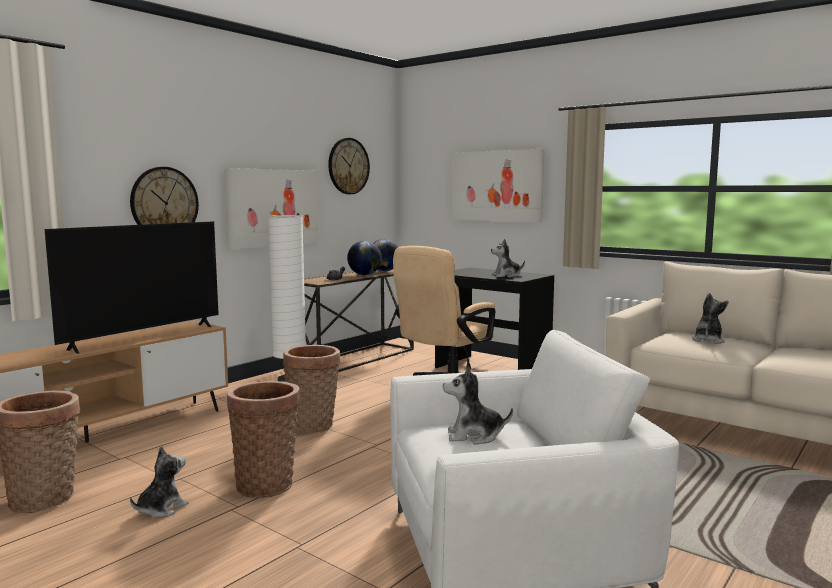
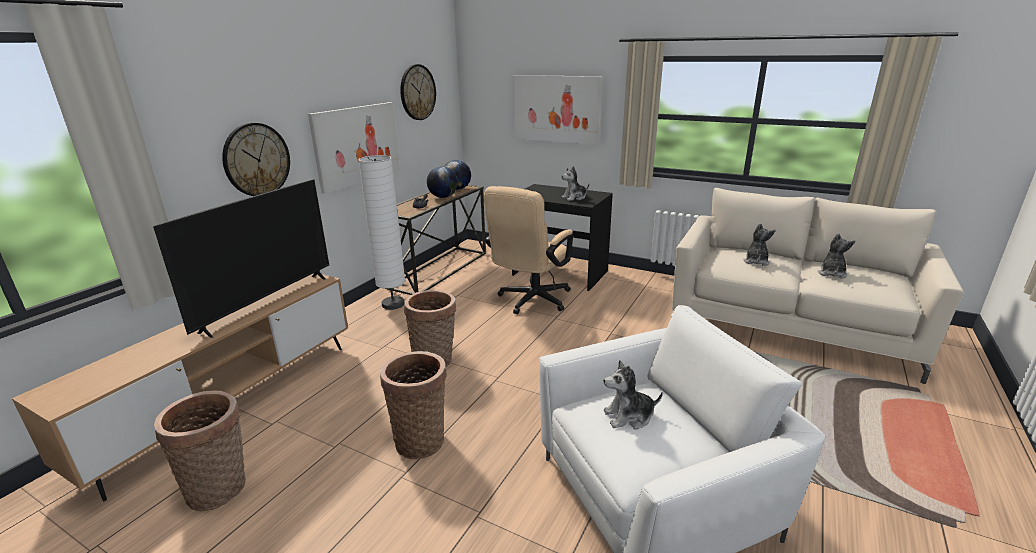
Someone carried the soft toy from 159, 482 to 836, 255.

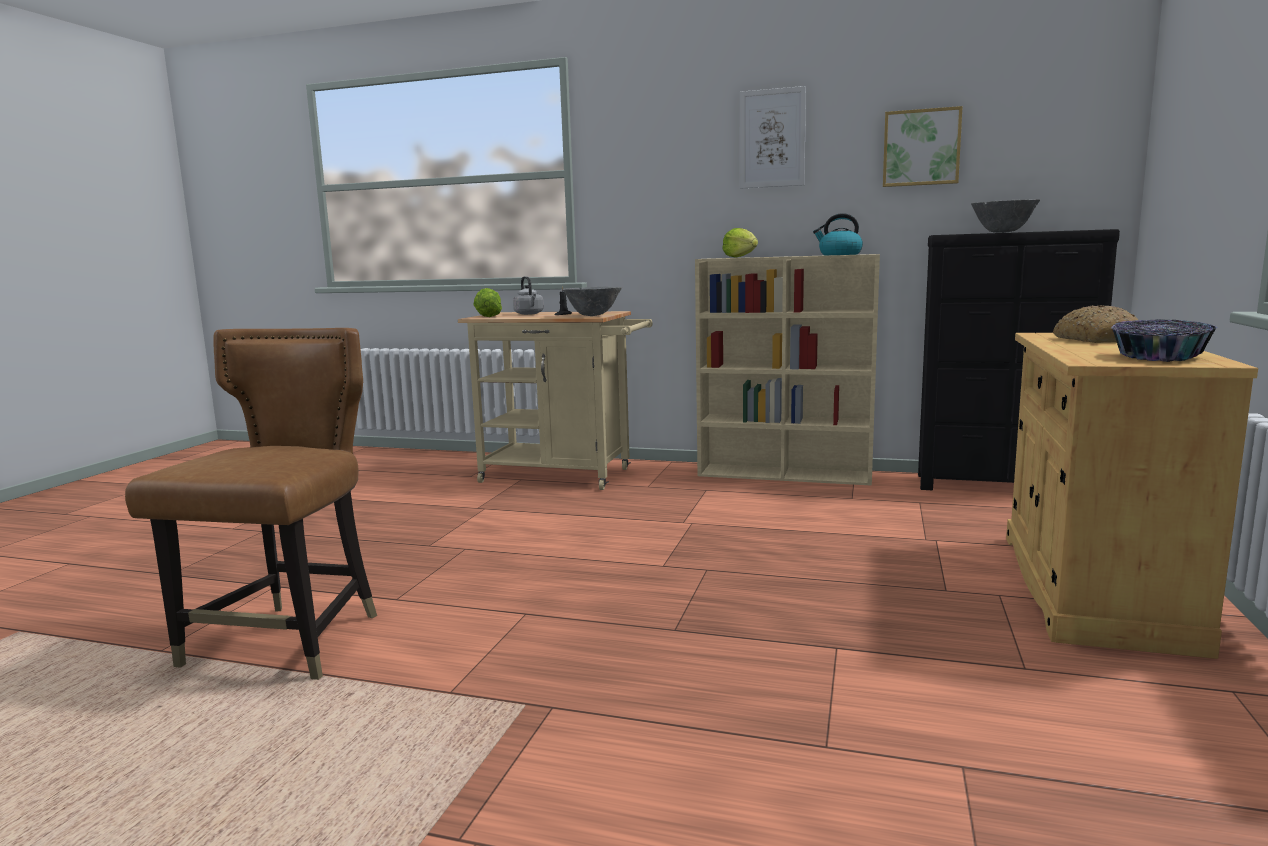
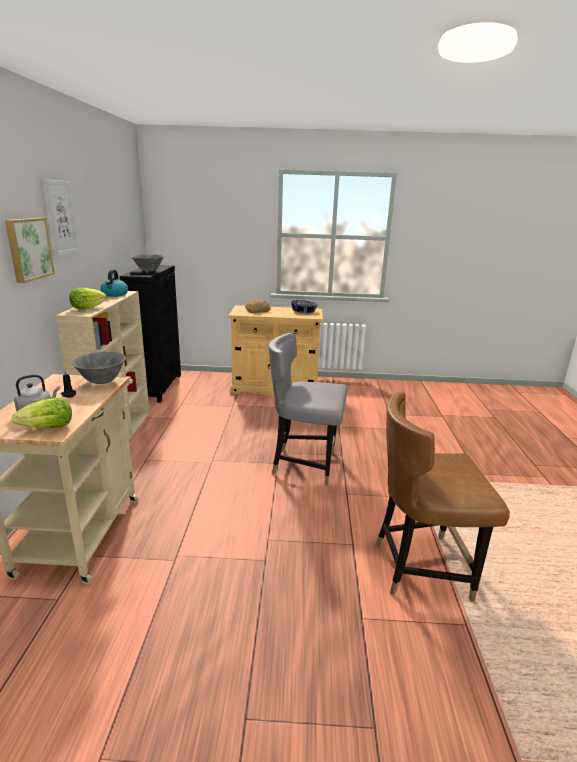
Someone carried the wall picture from 923, 146 to 30, 250. Someone put down the upright chair in greyish at 307, 409.

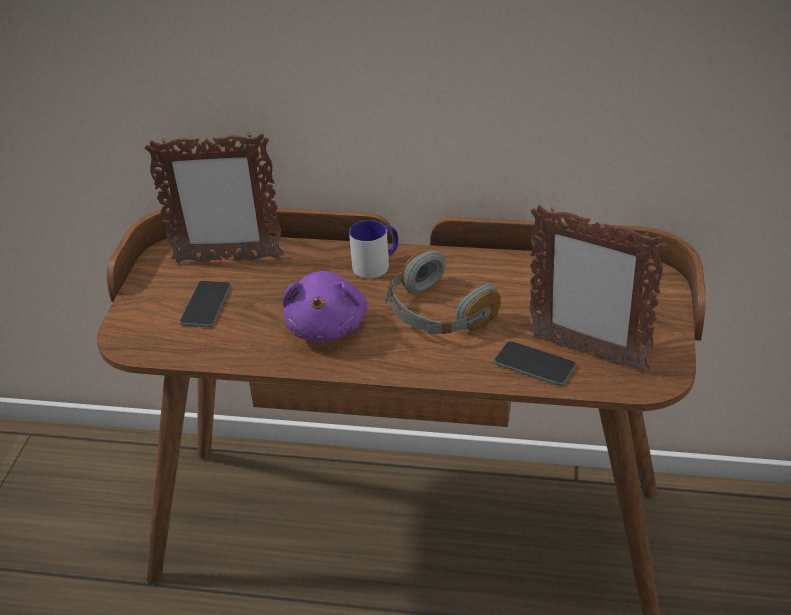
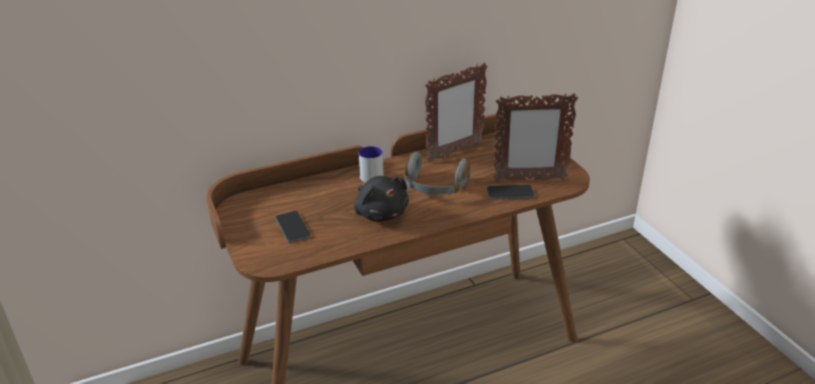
Someone carried the standing frame from 214, 197 to 456, 112. Someone repainted the soft toy in purplish at 325, 306, which became the soft toy in blackish at 381, 199.

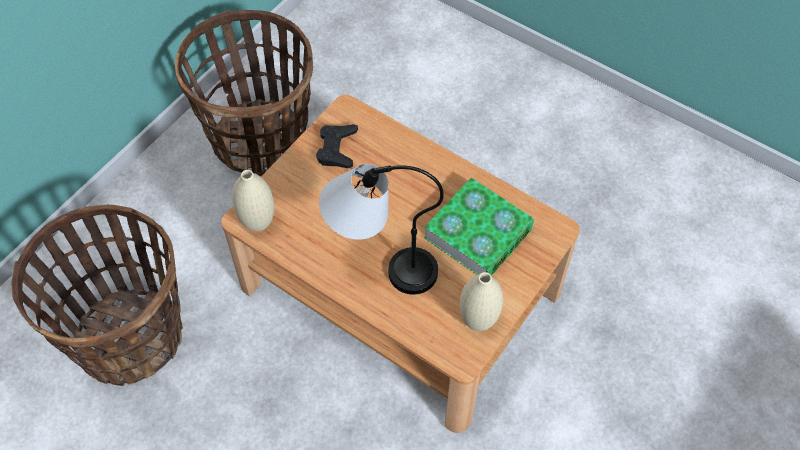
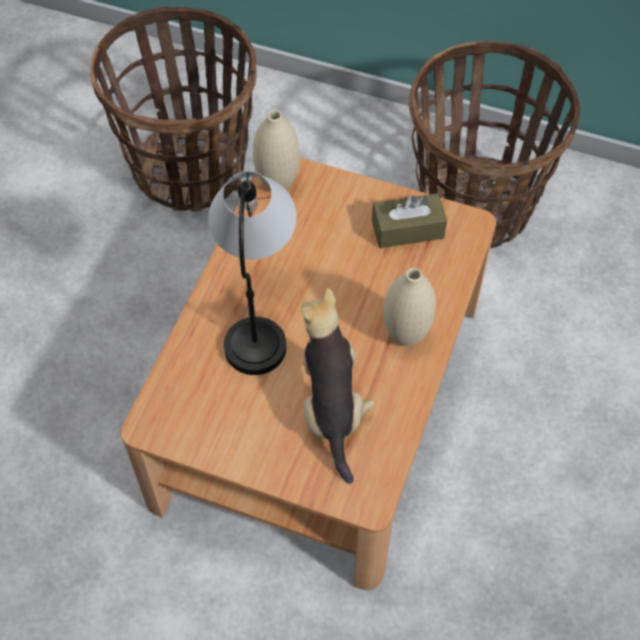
Someone swapped the gamepad in blackish at 337, 146 for the box of tissues in brown at 409, 220. Someone swapped the volume at 479, 227 for the soft toy at 337, 386. Someone carried the vase in sand-coloured from 481, 301 to 410, 307.

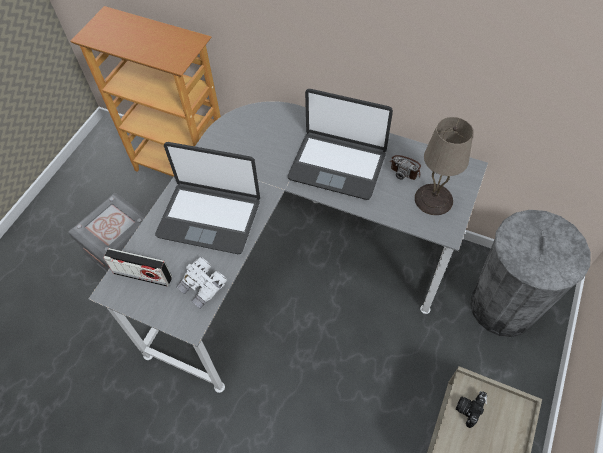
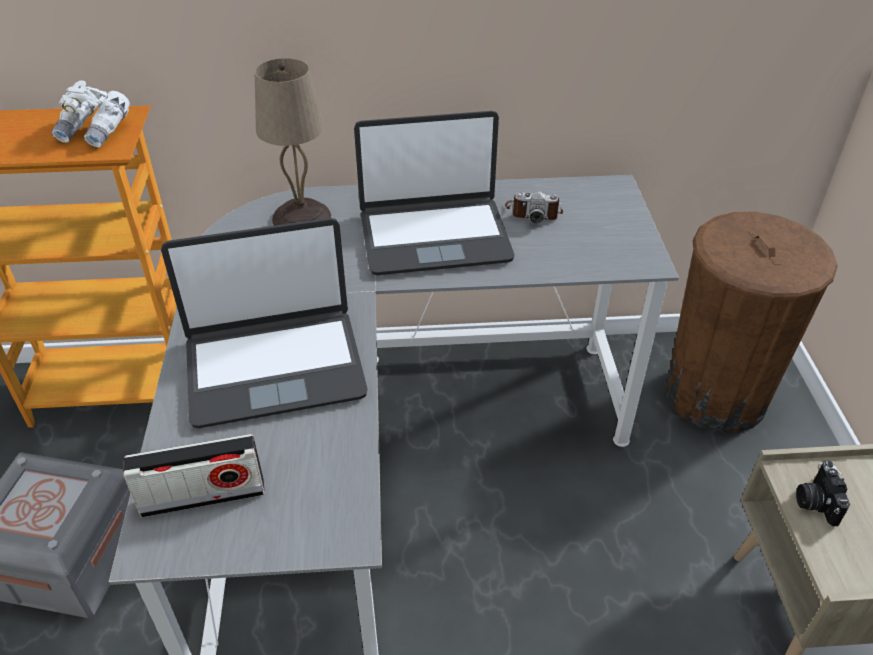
Someone carried the tabletop lamp in sand-coloured from 444, 166 to 293, 142. Someone repainted the rubbish bin in greyish at 530, 273, which became the rubbish bin in brown at 752, 322. Someone carried the pair of binoculars in white-coloured from 201, 283 to 90, 114.

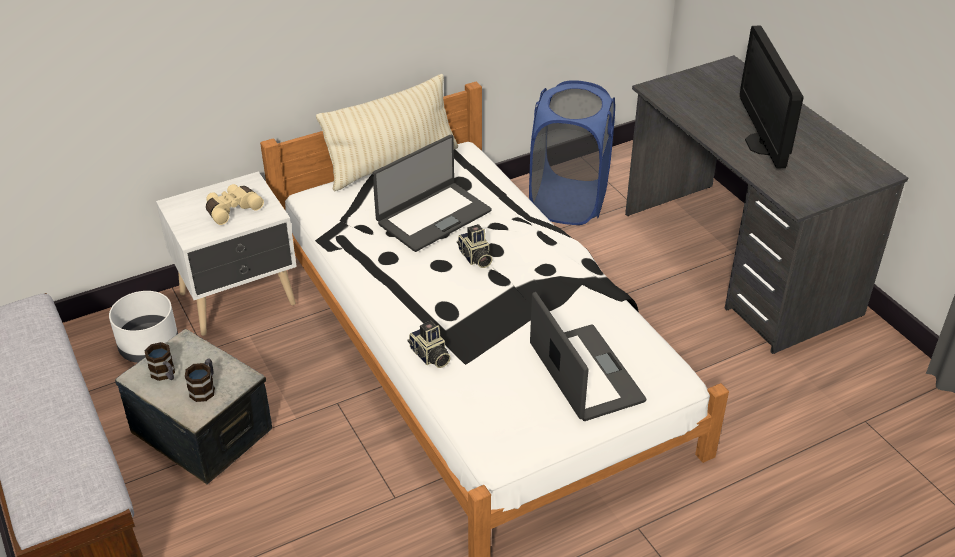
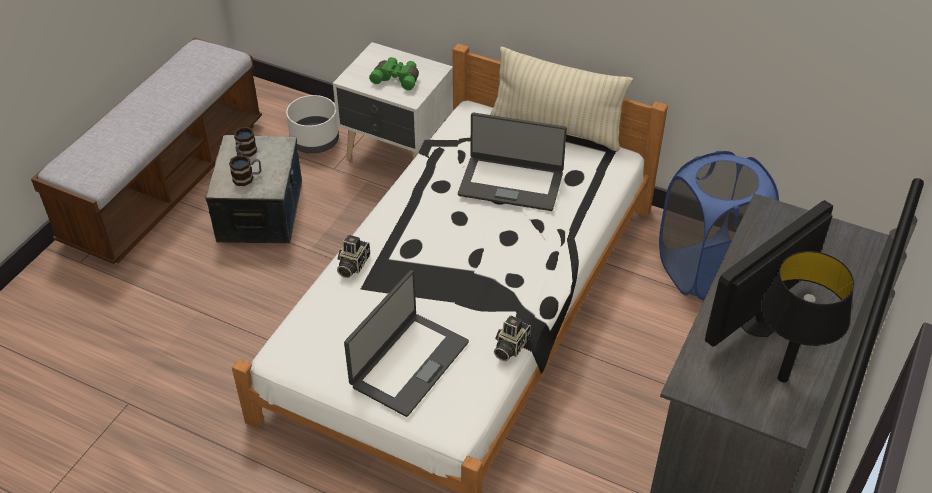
Someone repainted the pair of binoculars in sand-coloured at 235, 204, which became the pair of binoculars in green at 394, 74. Someone carried the photo camera from 475, 246 to 512, 338. Someone put down the tabletop lamp in blackish at 807, 317.

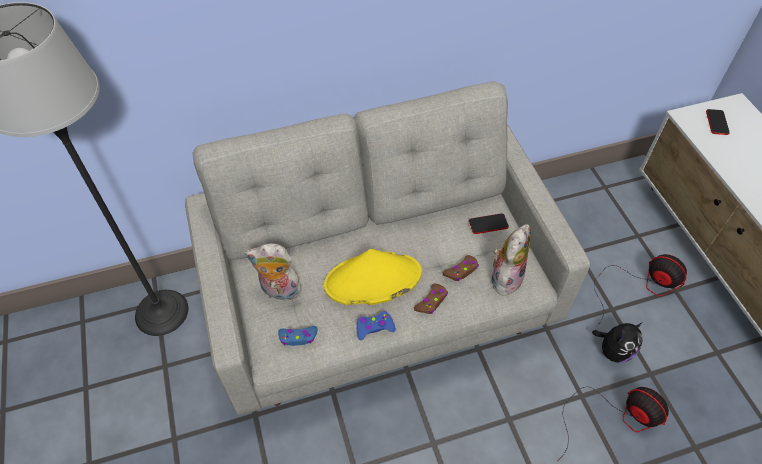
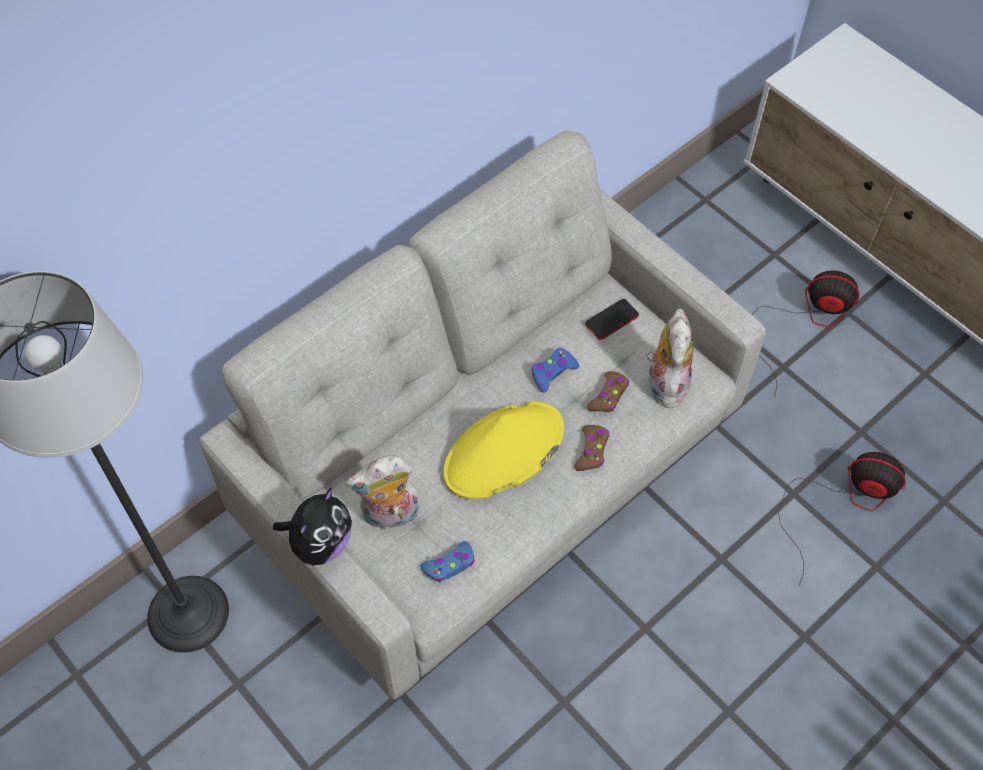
Someone took away the phone at 718, 122. Someone carried the gamepad in bluish from 376, 325 to 555, 370. Someone carried the soft toy from 617, 342 to 312, 526.

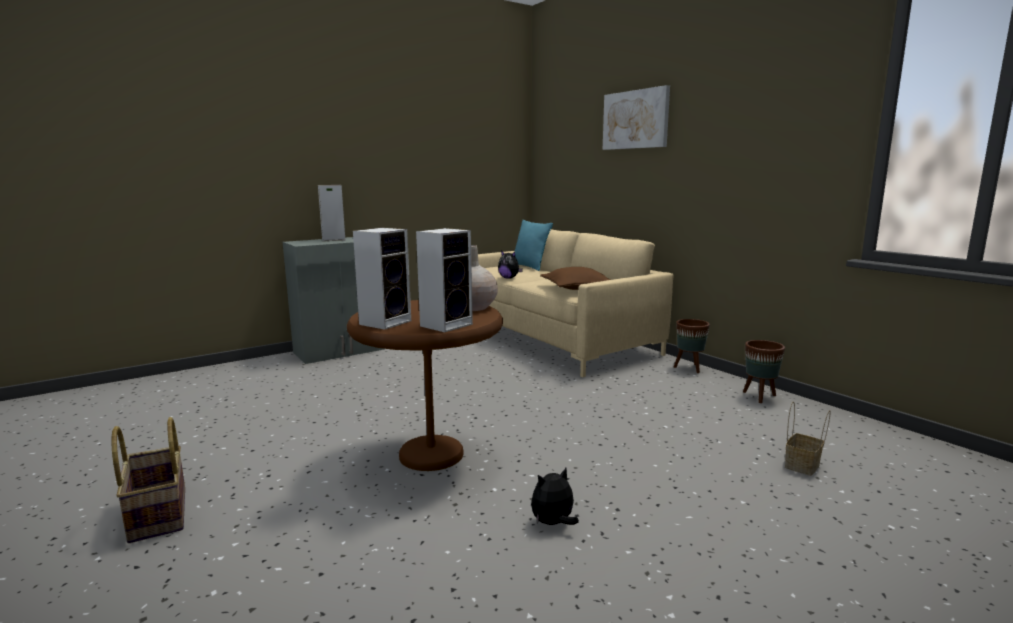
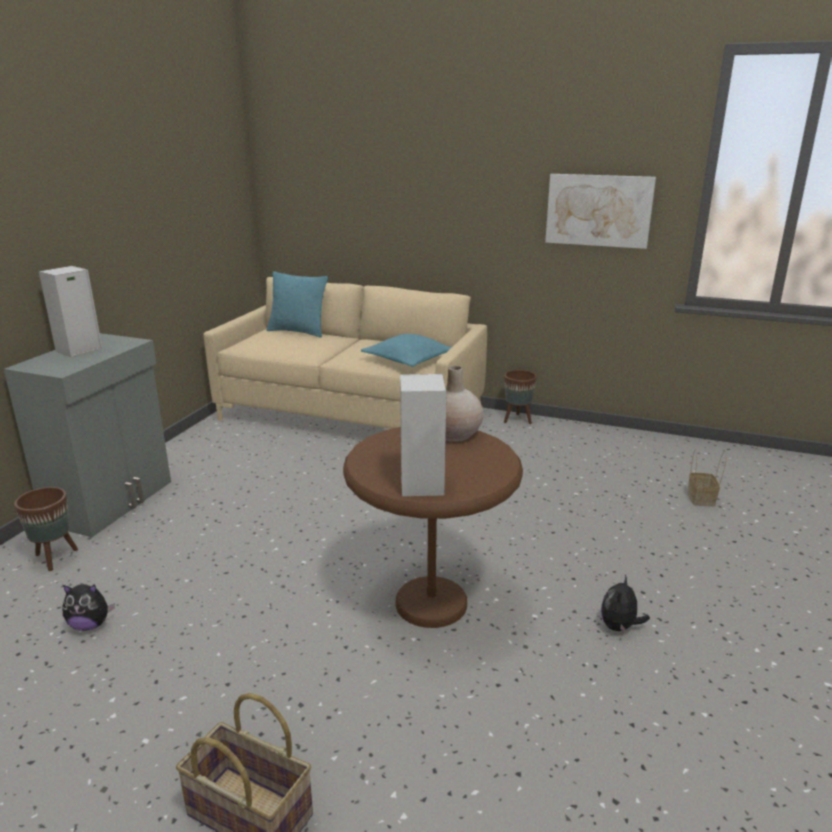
Someone carried the wall picture from 636, 117 to 600, 211. Someone took away the audio speaker at 444, 280. Someone carried the soft toy from 510, 265 to 88, 607. Someone repainted the cushion in brown at 575, 278, which became the cushion in turquoise-coloured at 406, 350. Someone carried the planter in brown from 764, 371 to 46, 529.

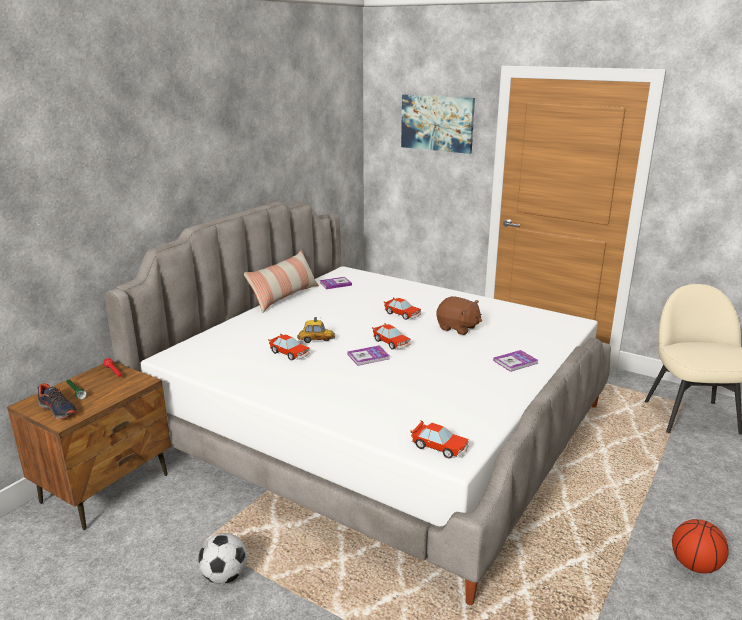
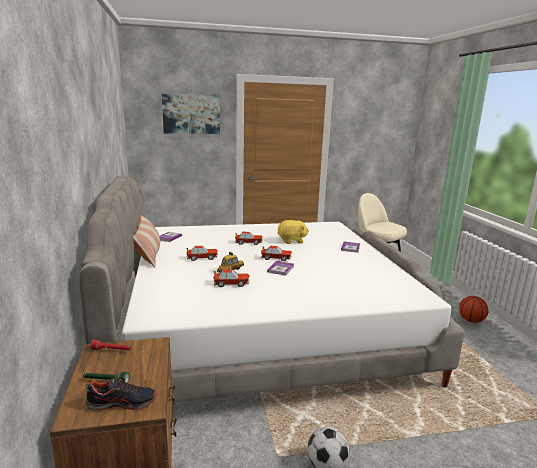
Someone repainted the soft toy in brown at 459, 315, which became the soft toy in yellow at 293, 232. Someone carried the model car from 439, 439 to 202, 253.

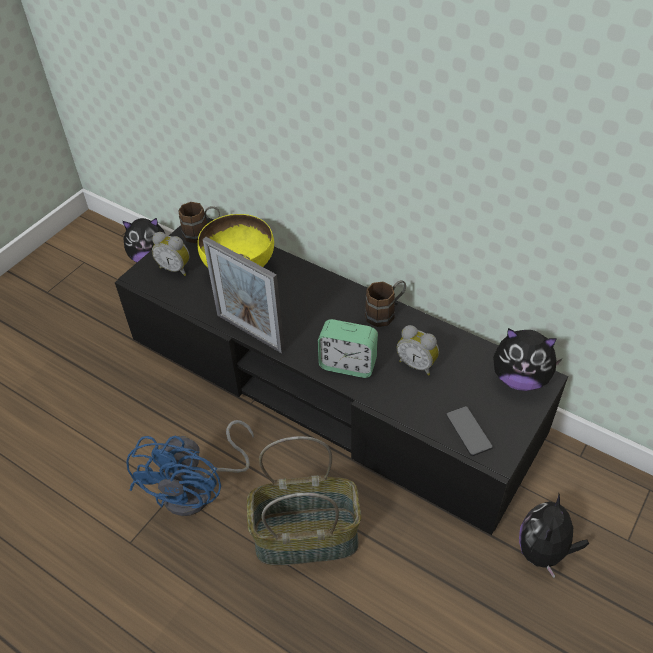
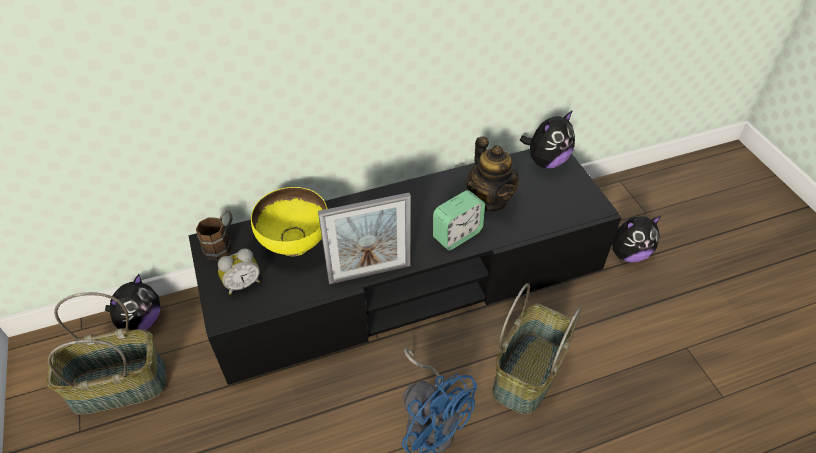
Someone took away the mug in brown at 385, 303. Someone swapped the table clock at 418, 350 for the tea pot at 492, 174. Someone took away the phone at 469, 431. Someone rotated the soft toy at 554, 535 by 75 degrees counterclockwise. Someone put down the storage basket at 106, 353.

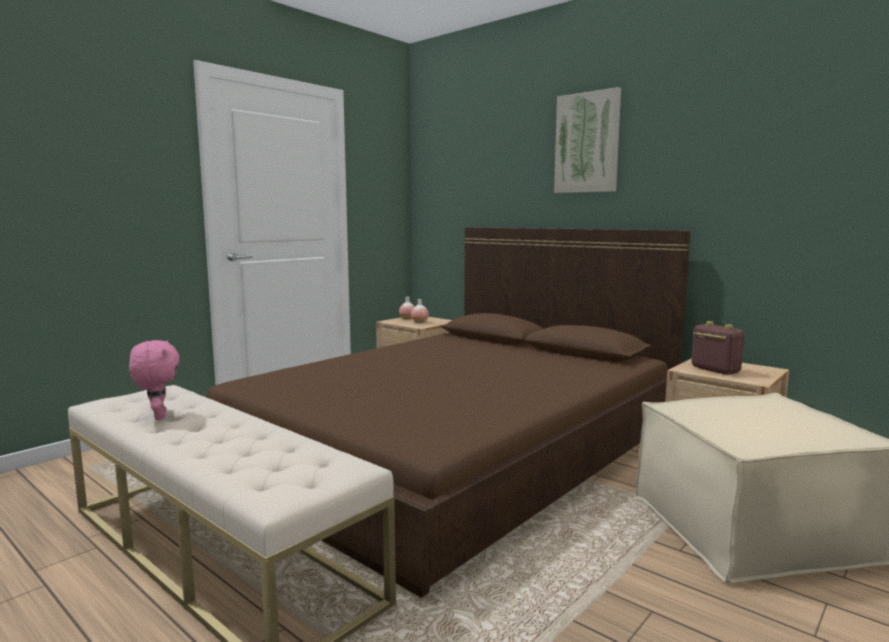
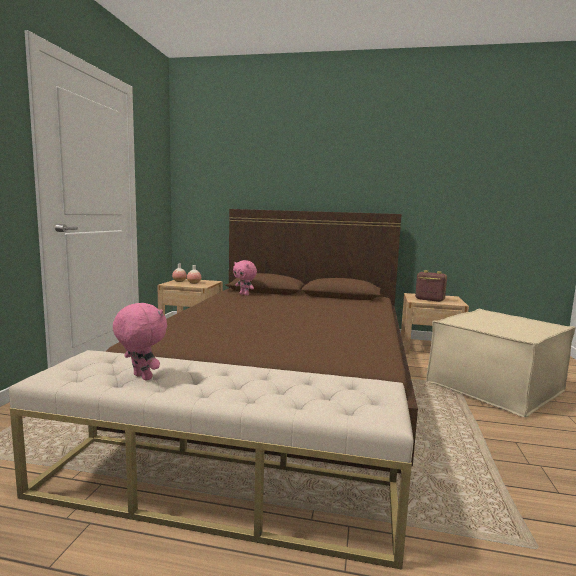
Someone took away the wall picture at 587, 140. Someone put down the soft toy in pink at 245, 278.

